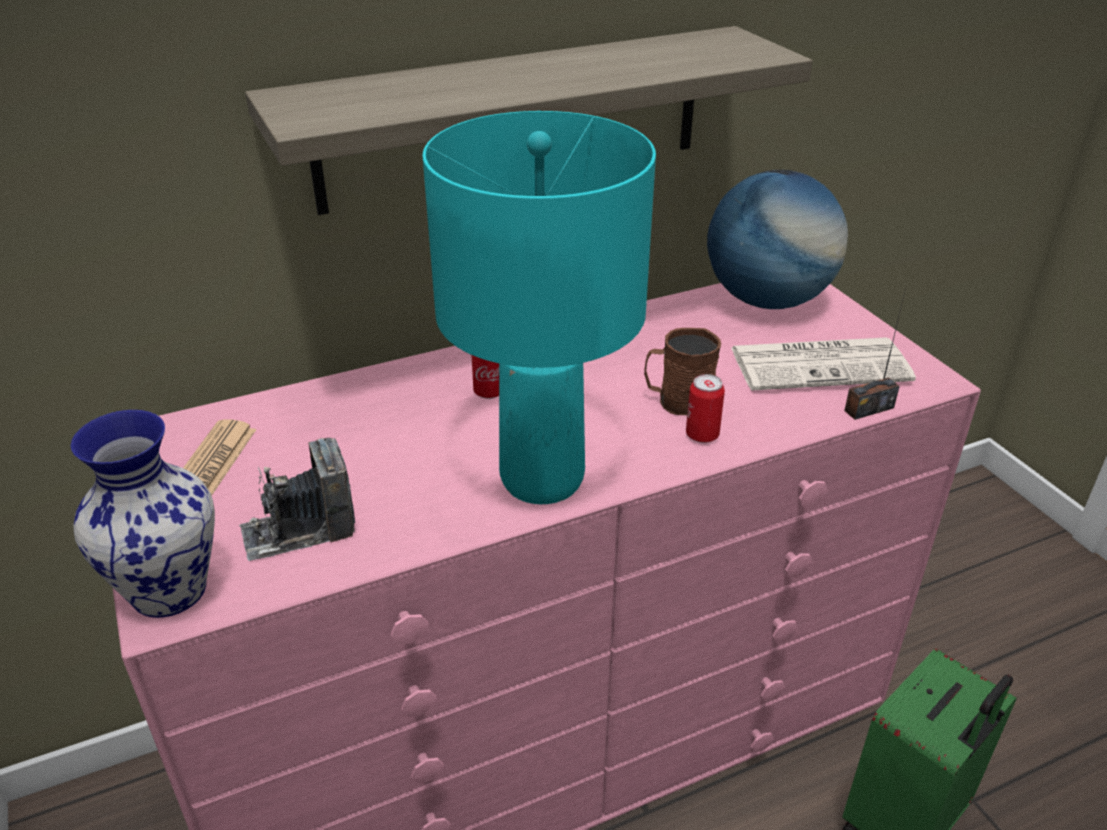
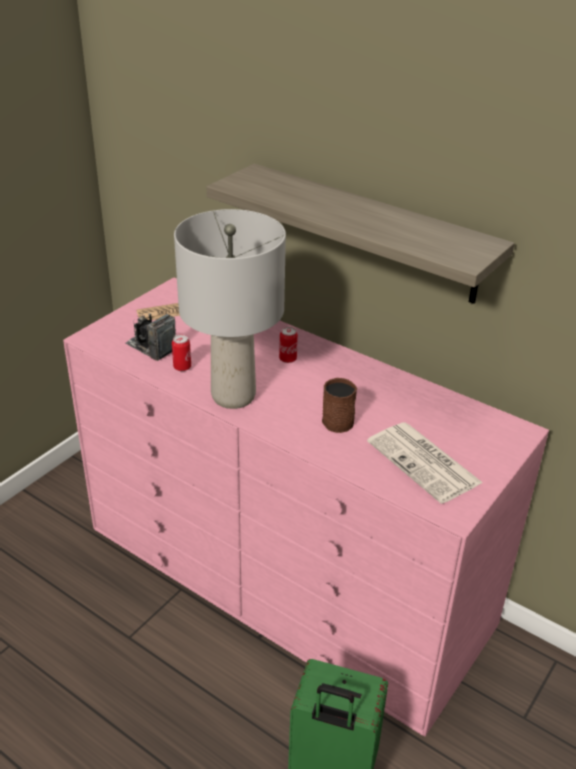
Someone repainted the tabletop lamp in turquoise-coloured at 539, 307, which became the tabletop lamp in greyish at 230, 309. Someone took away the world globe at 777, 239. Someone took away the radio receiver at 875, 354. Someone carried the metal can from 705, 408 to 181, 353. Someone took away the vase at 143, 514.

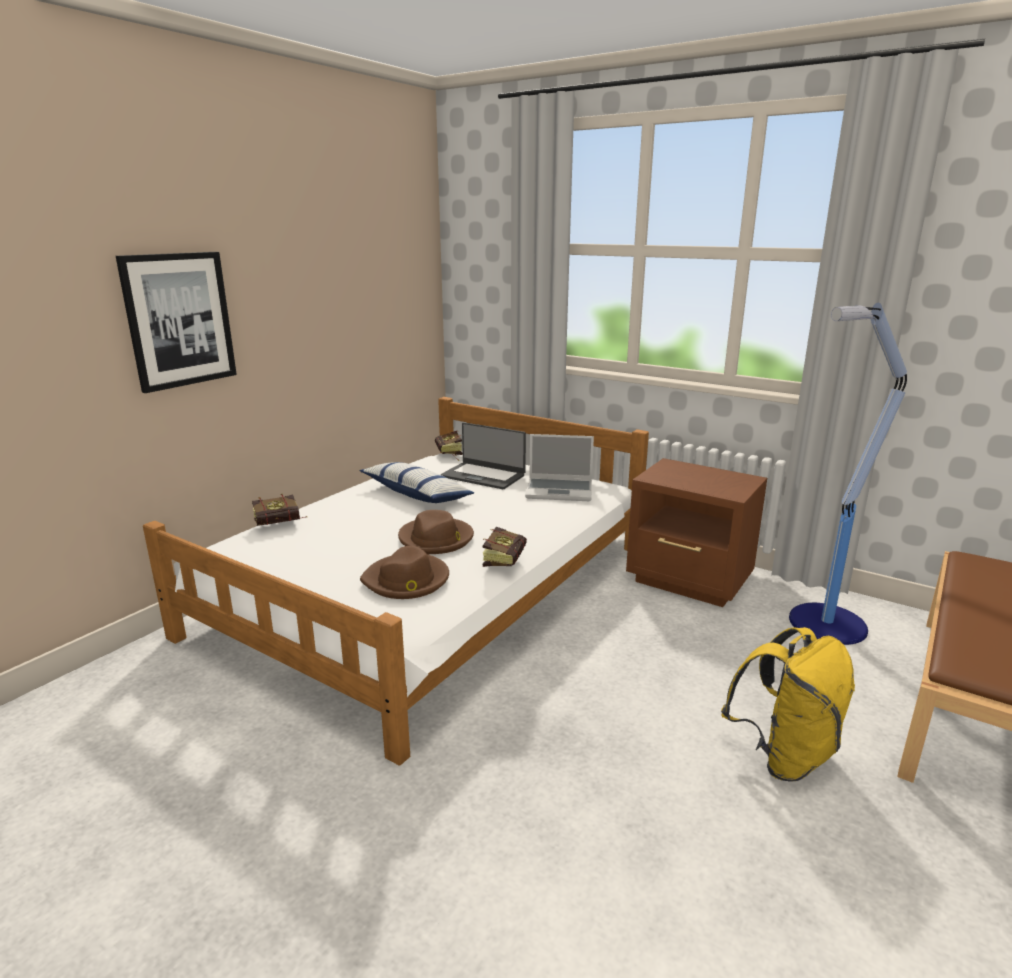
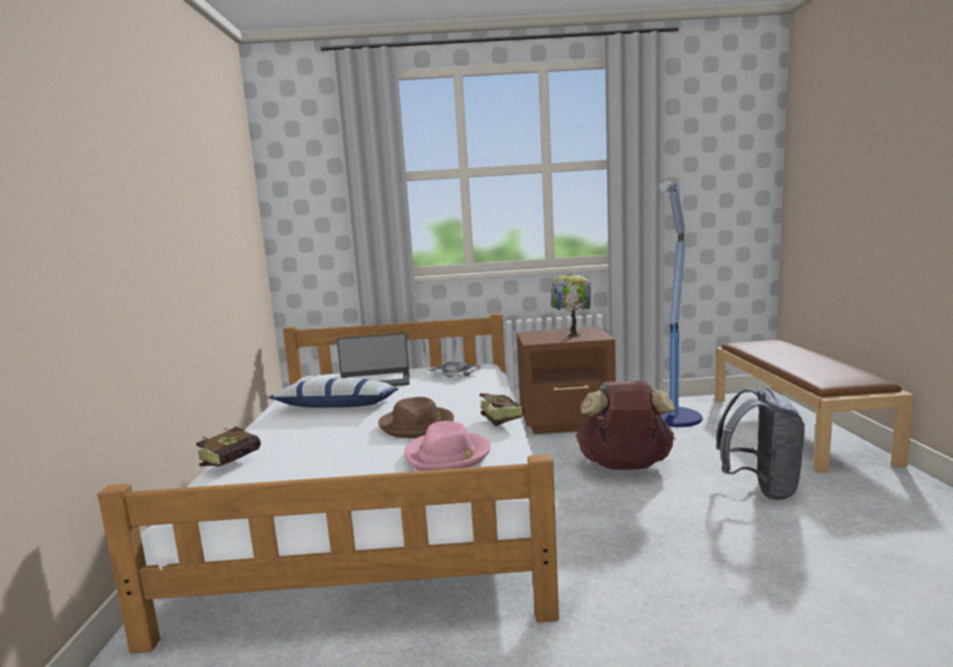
Someone took away the wall picture at 176, 322. Someone took away the volume at 448, 446. Someone swapped the notebook computer at 559, 467 for the serving tray at 455, 369. Someone repainted the wearable hat in brown at 404, 572, which became the wearable hat in pink at 447, 446. Someone repainted the knapsack in yellow at 788, 704, which became the knapsack in greyish at 760, 444. Someone put down the tabletop lamp at 571, 305. Someone put down the knapsack in brown at 626, 425.

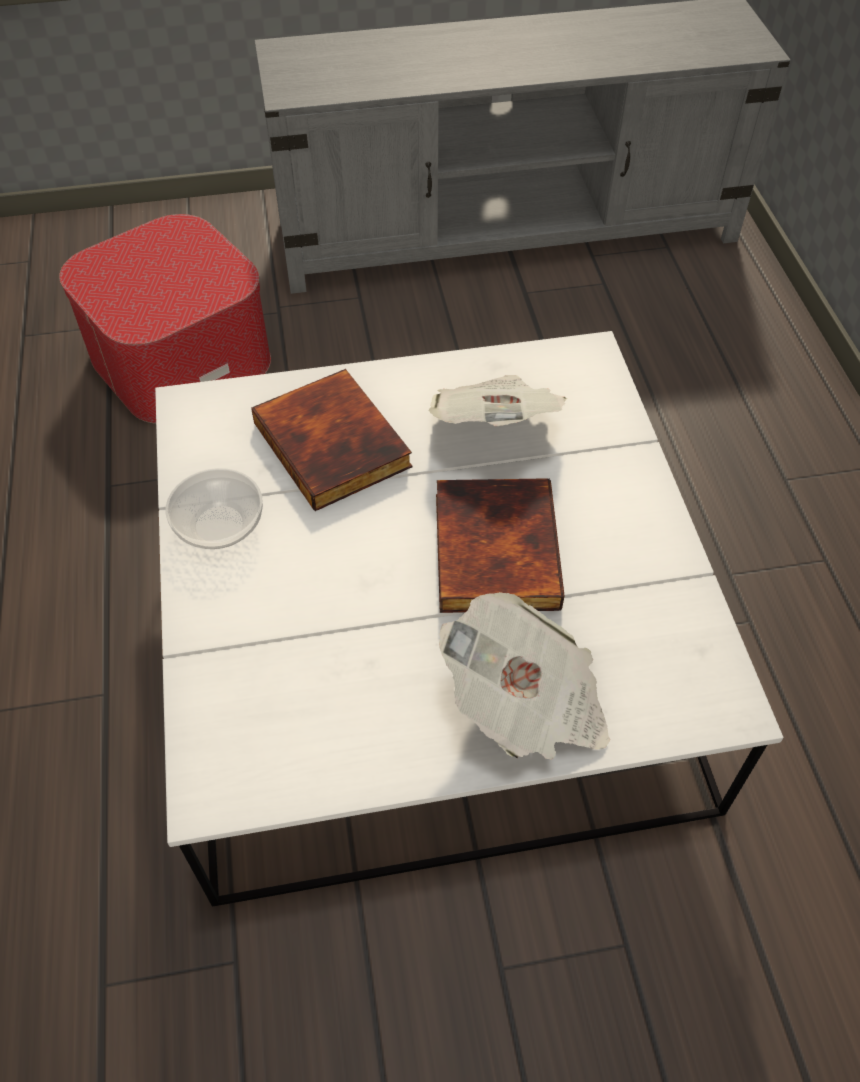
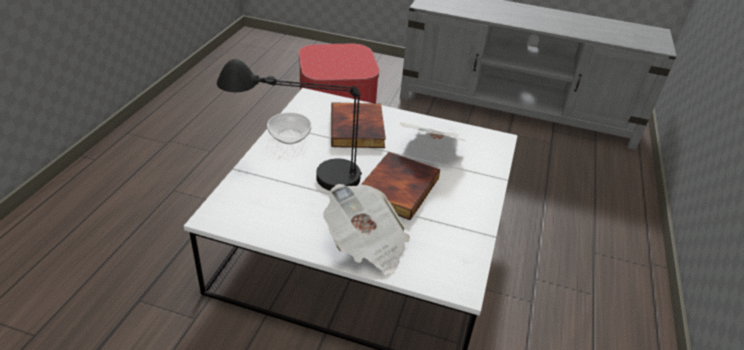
Someone put down the tabletop lamp in blackish at 289, 125.

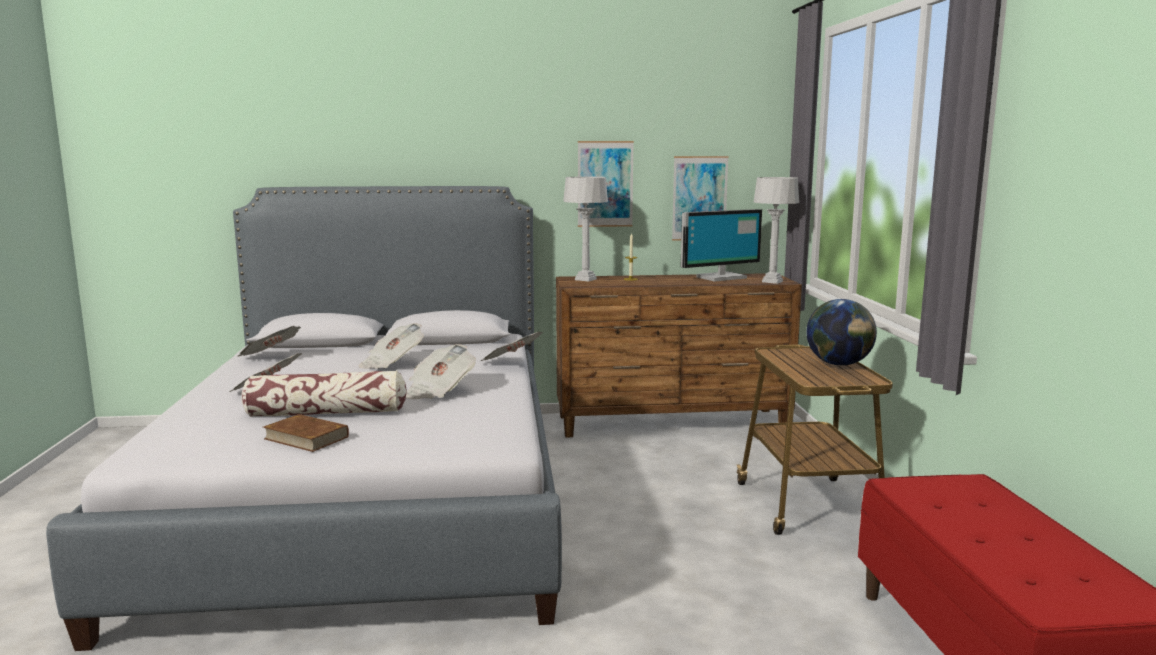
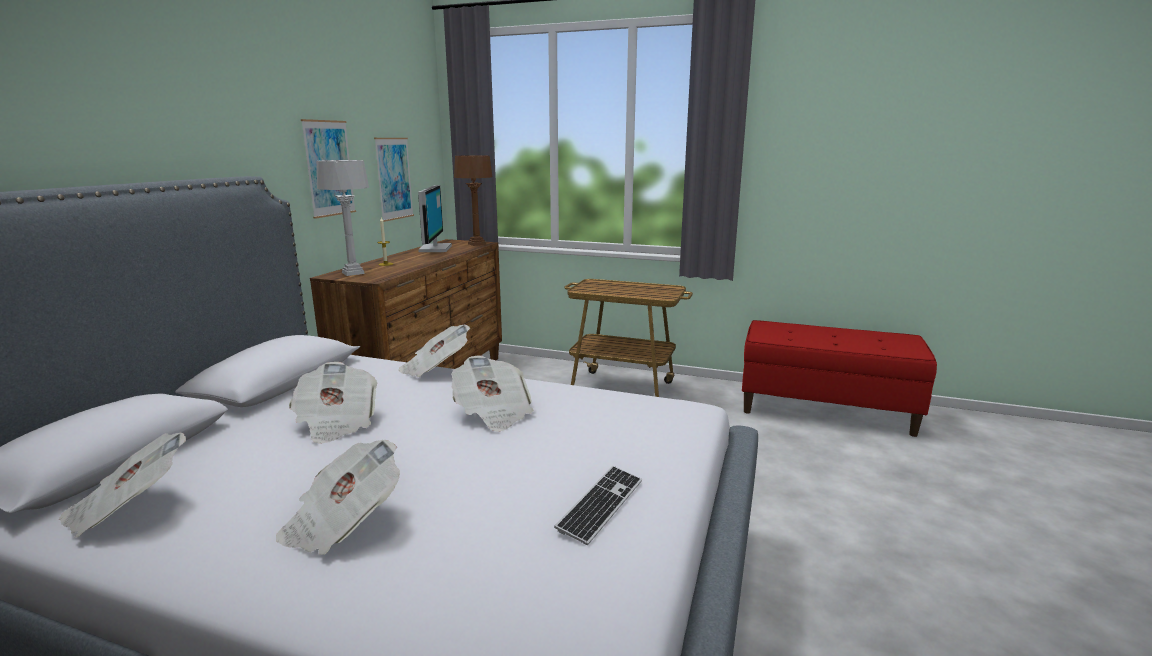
Someone repainted the tabletop lamp in greyish at 776, 230, which became the tabletop lamp in brown at 473, 200. Someone took away the world globe at 841, 332. Someone took away the cushion at 324, 393. Someone swapped the volume in brown at 306, 433 for the keyboard at 598, 505.

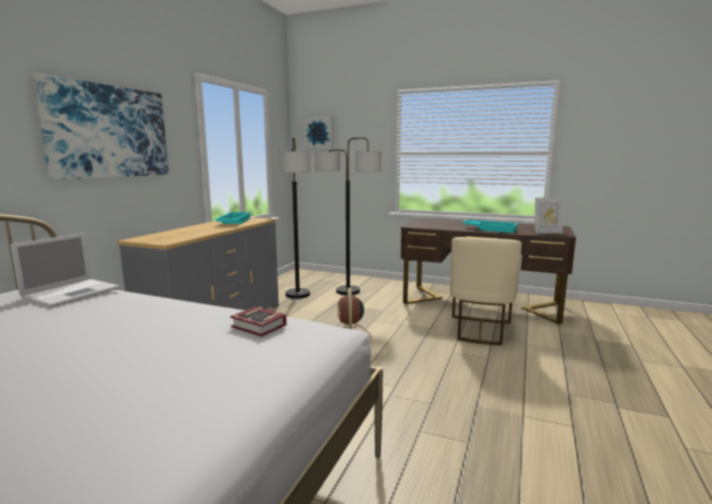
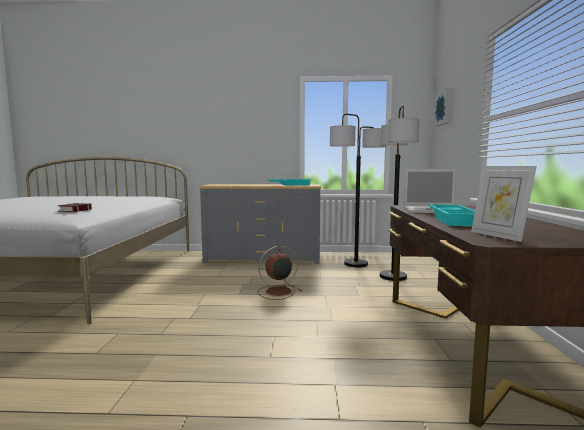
Someone took away the wall picture at 101, 126. Someone carried the notebook computer from 65, 270 to 429, 191. Someone took away the upright chair in sand-coloured at 486, 291.

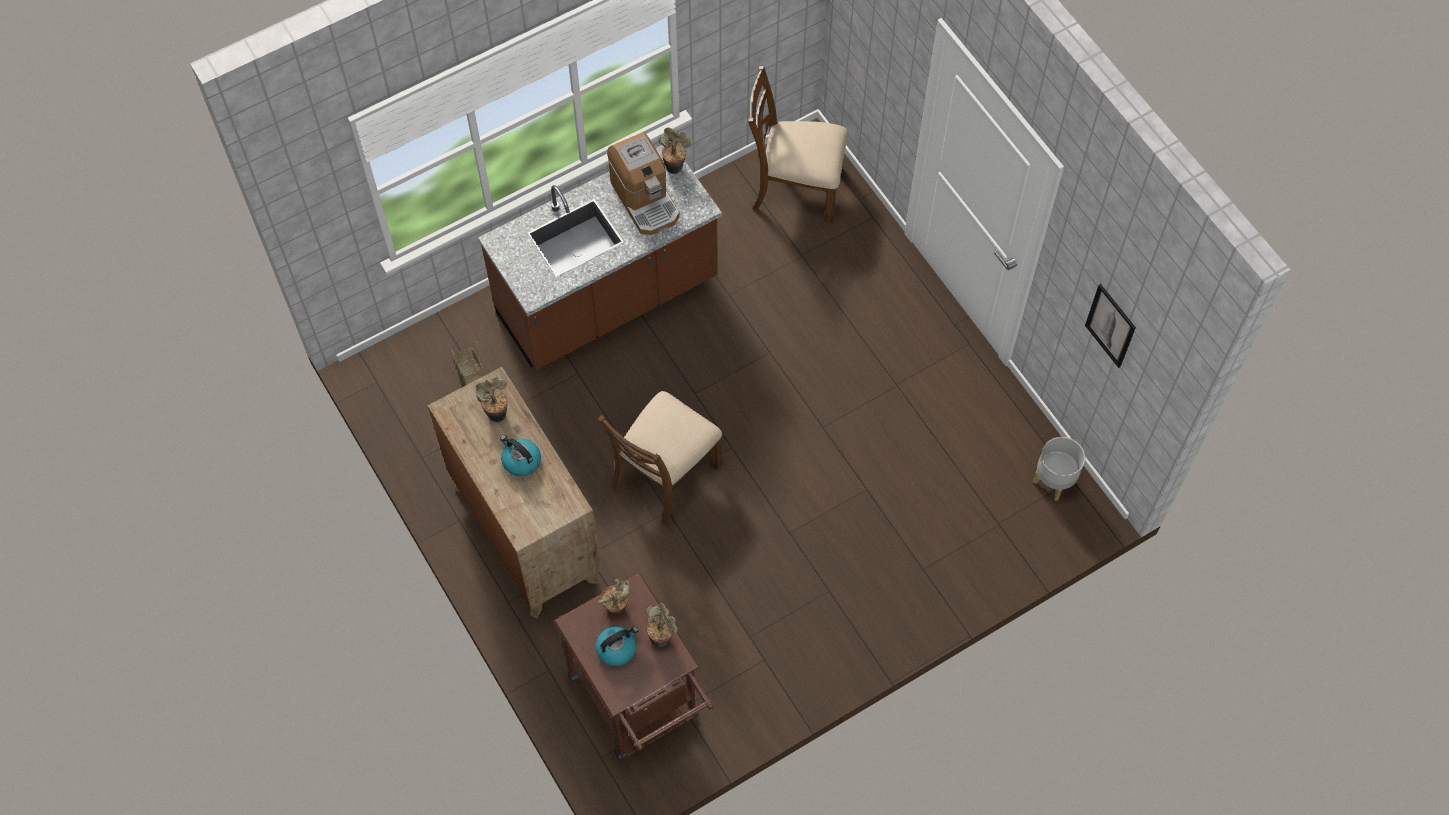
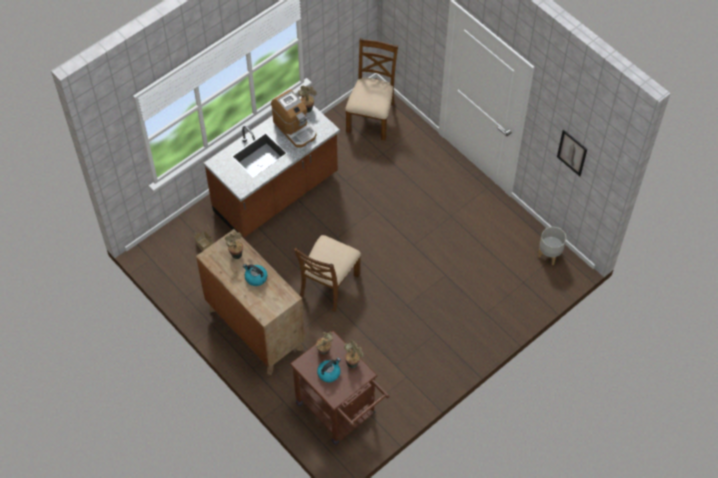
Someone rotated the upright chair in brown at 798, 144 by 105 degrees clockwise.

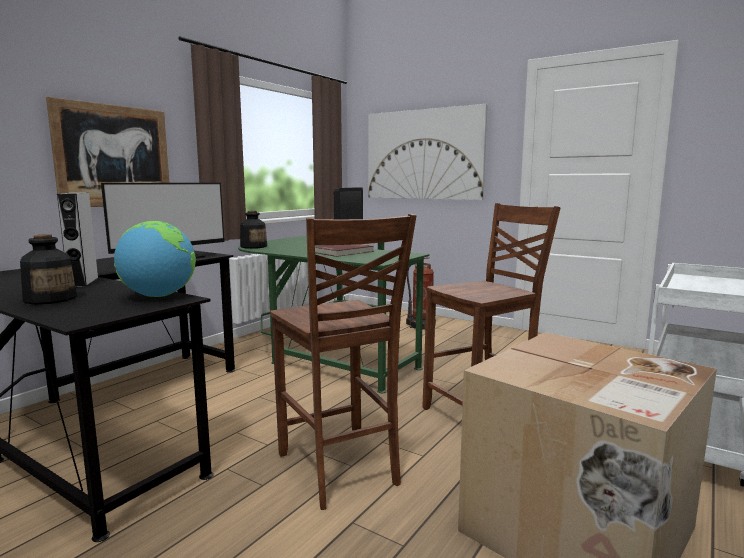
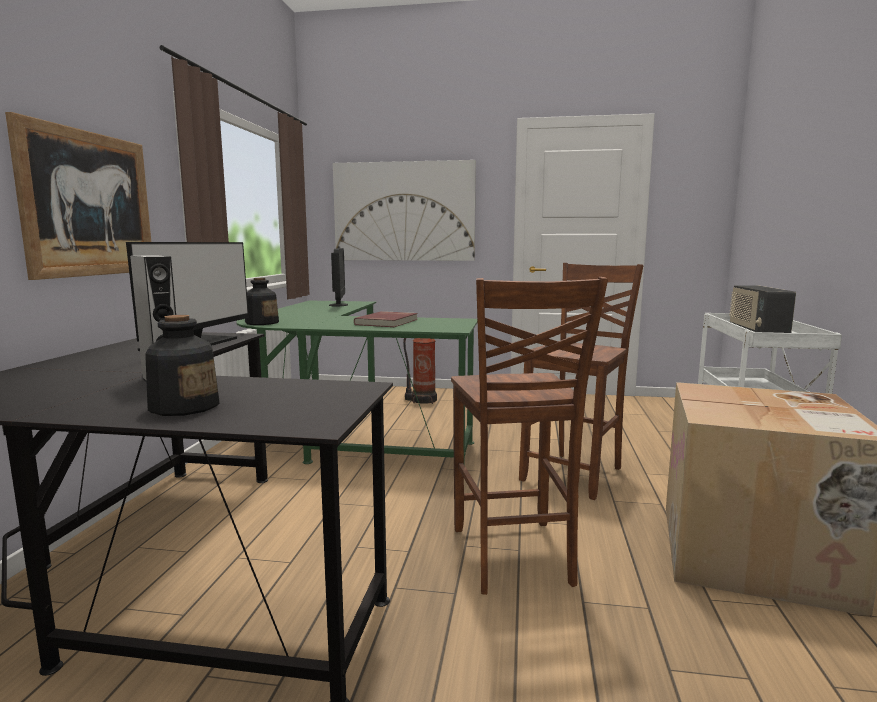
Someone rotated the upright chair in brown at 343, 362 by 45 degrees clockwise. Someone took away the world globe at 155, 259. Someone put down the radio receiver at 762, 309.

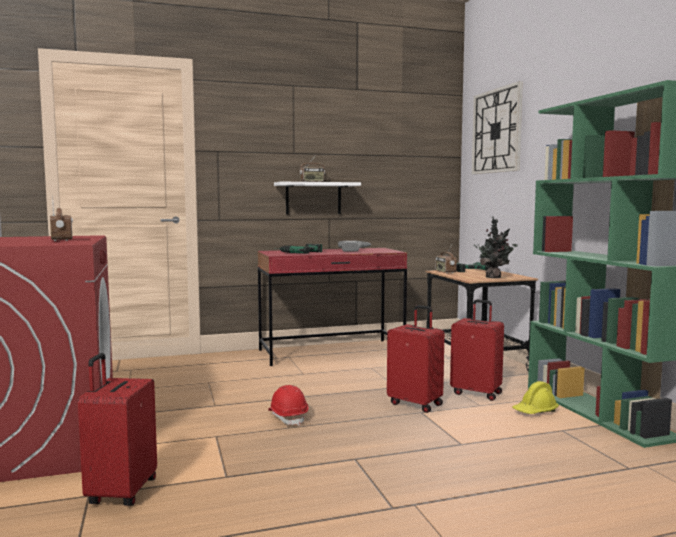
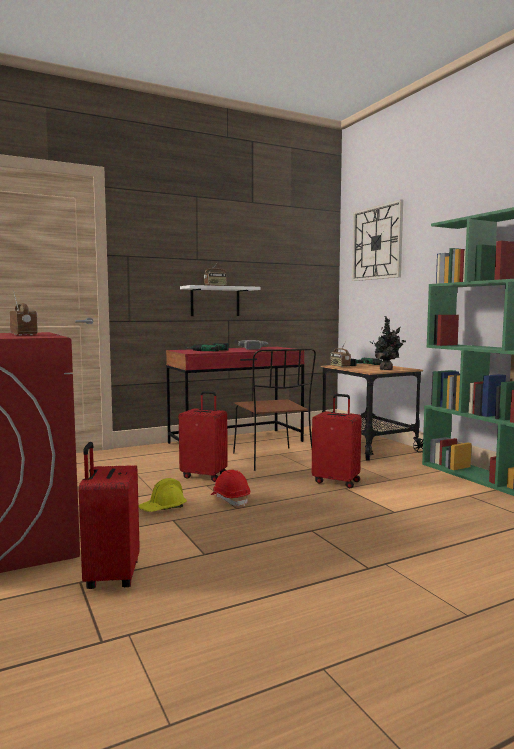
Someone carried the piece of luggage in reddish from 477, 350 to 203, 436. Someone carried the hard hat in yellow from 535, 397 to 162, 495. Someone put down the upright chair in brown at 274, 410.

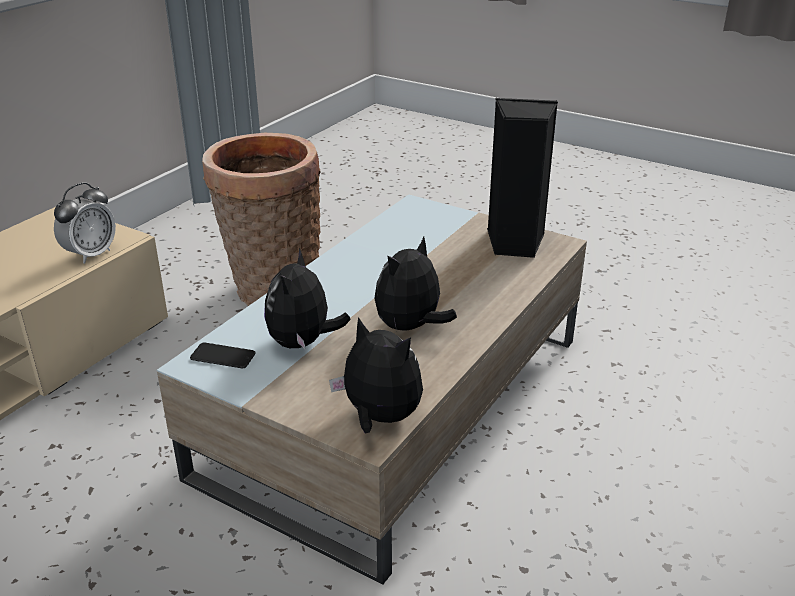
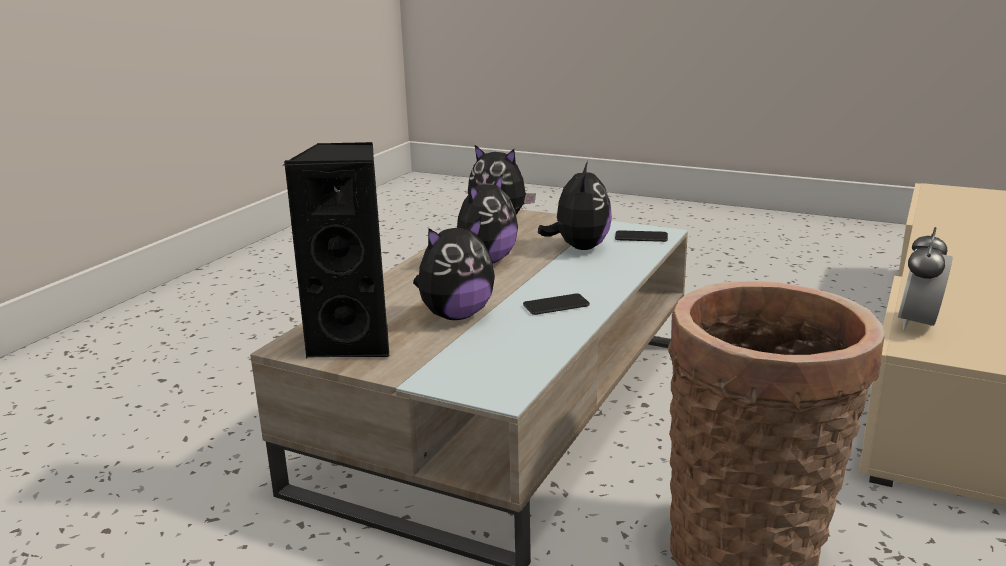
Someone put down the soft toy at 454, 268. Someone put down the phone at 556, 304.

